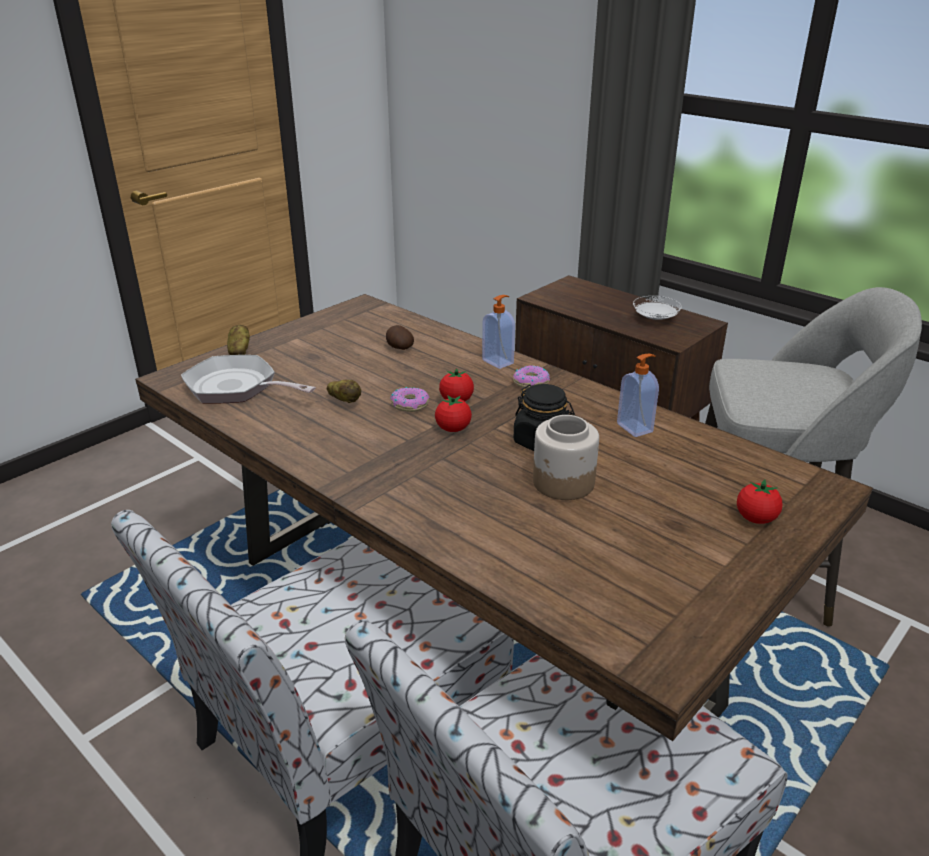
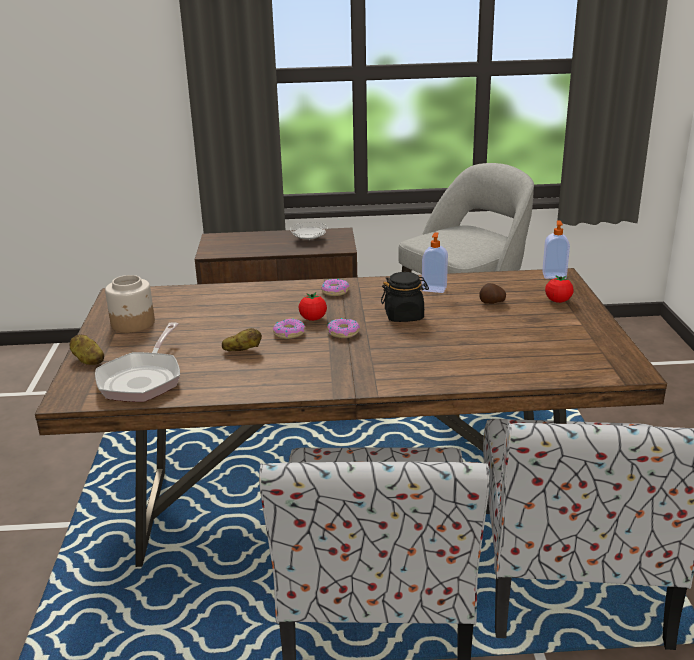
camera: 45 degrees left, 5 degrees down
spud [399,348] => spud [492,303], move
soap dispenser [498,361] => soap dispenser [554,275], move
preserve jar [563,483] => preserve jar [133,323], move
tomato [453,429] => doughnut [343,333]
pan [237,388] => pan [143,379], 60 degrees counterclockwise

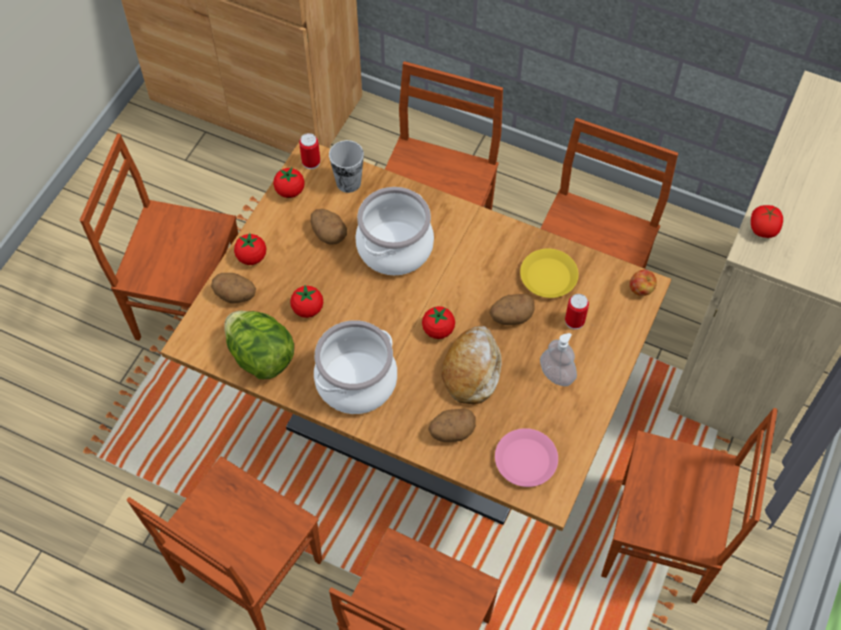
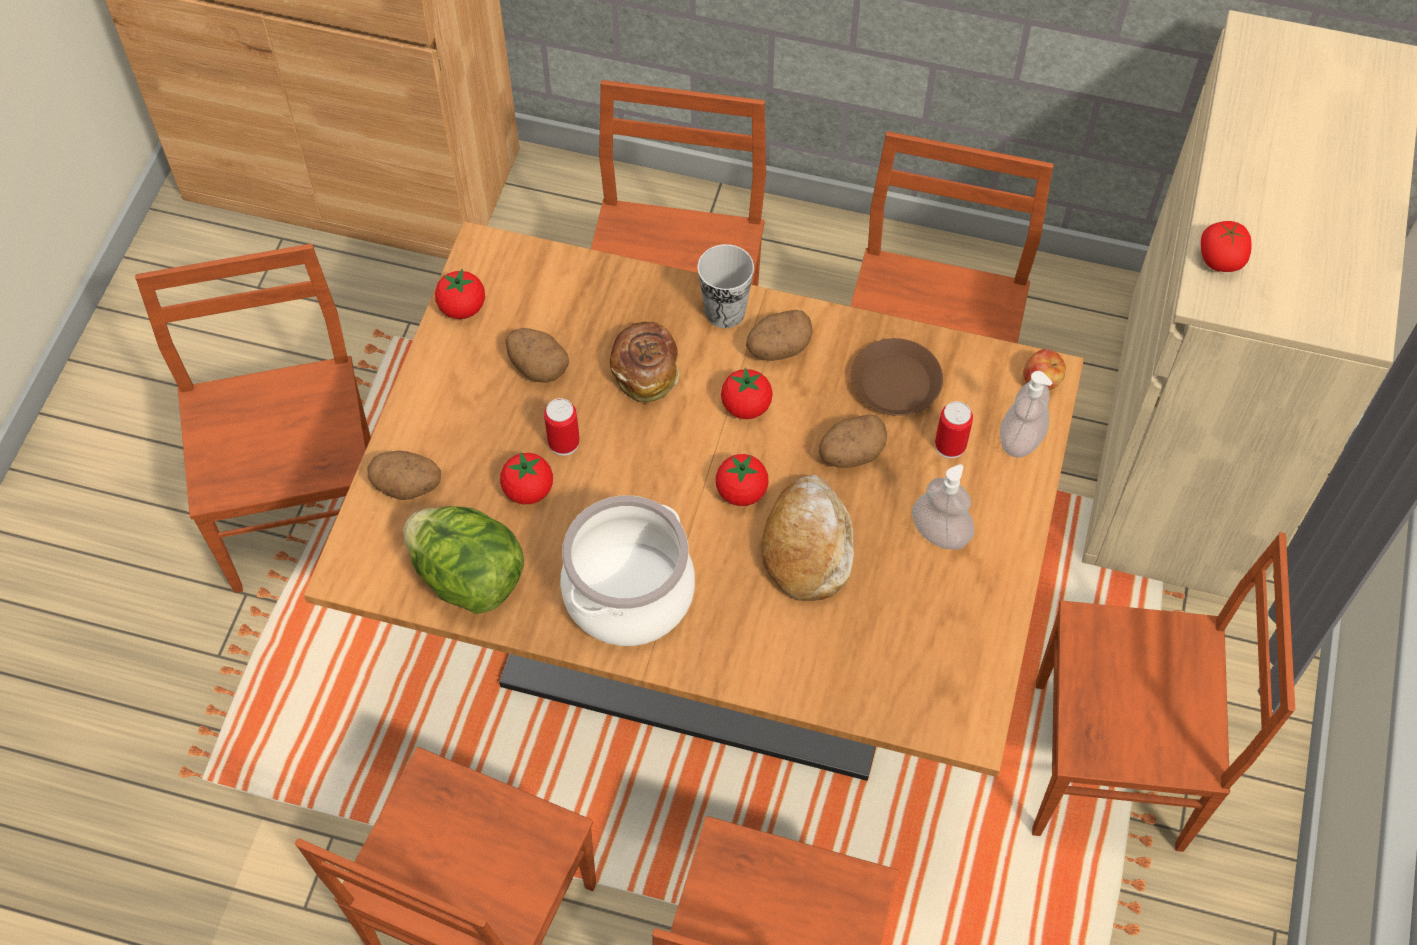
camera: 10 degrees left, 0 degrees up
pinkish plate [525,460] => nothing
nothing => soap dispenser [1021,439]
tomato [251,257] => tomato [746,406], move
sealed can [311,162] => sealed can [564,442], move
drinking cup [348,182] => drinking cup [725,311], move
spud [451,432] => spud [778,348], move
stockpot [394,247] => bakery bread [645,372]
yellowish plate [549,276] => brown plate [896,383]
brown upright chair [189,305] => brown upright chair [308,514], 75 degrees clockwise

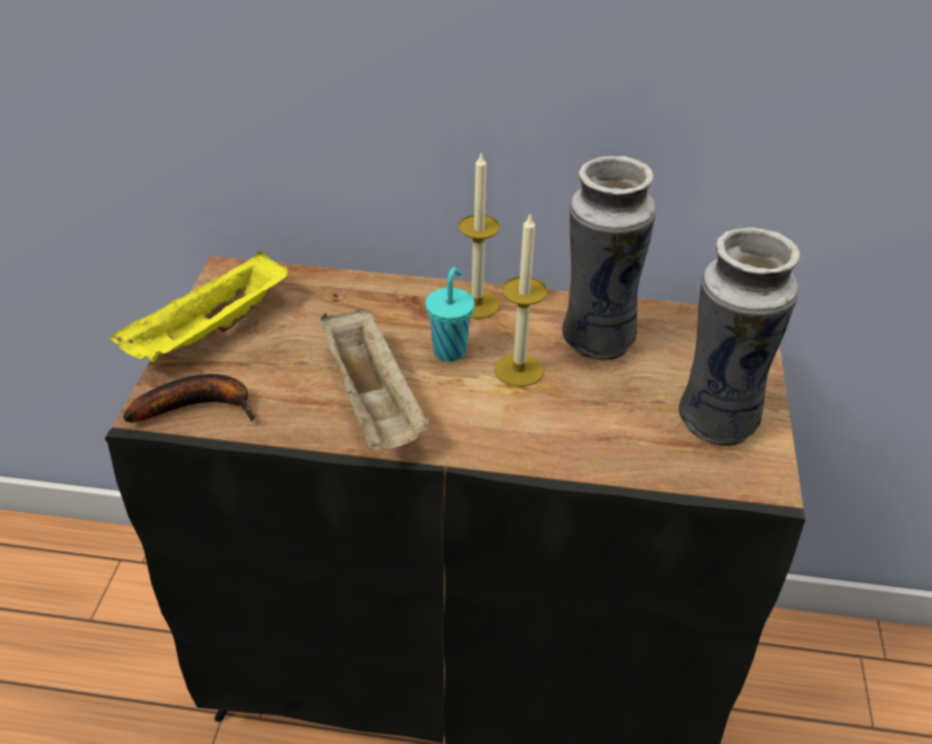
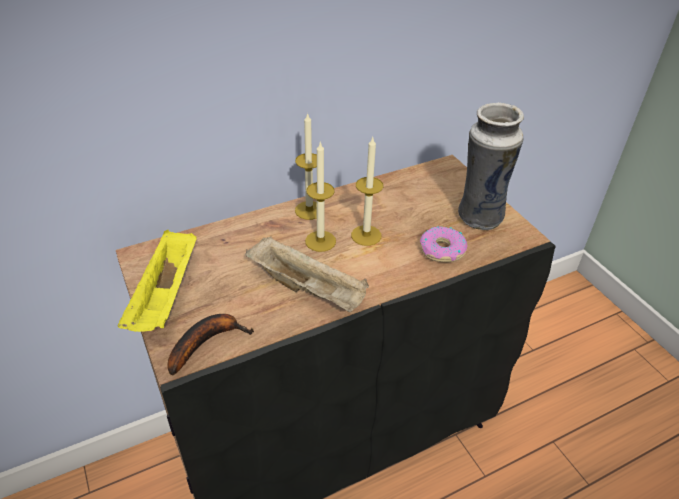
camera: 35 degrees left, 0 degrees up
vase [595,339] => nothing
nothing => doughnut [442,250]
turquoise drinking cup [450,350] => wax candle [320,241]

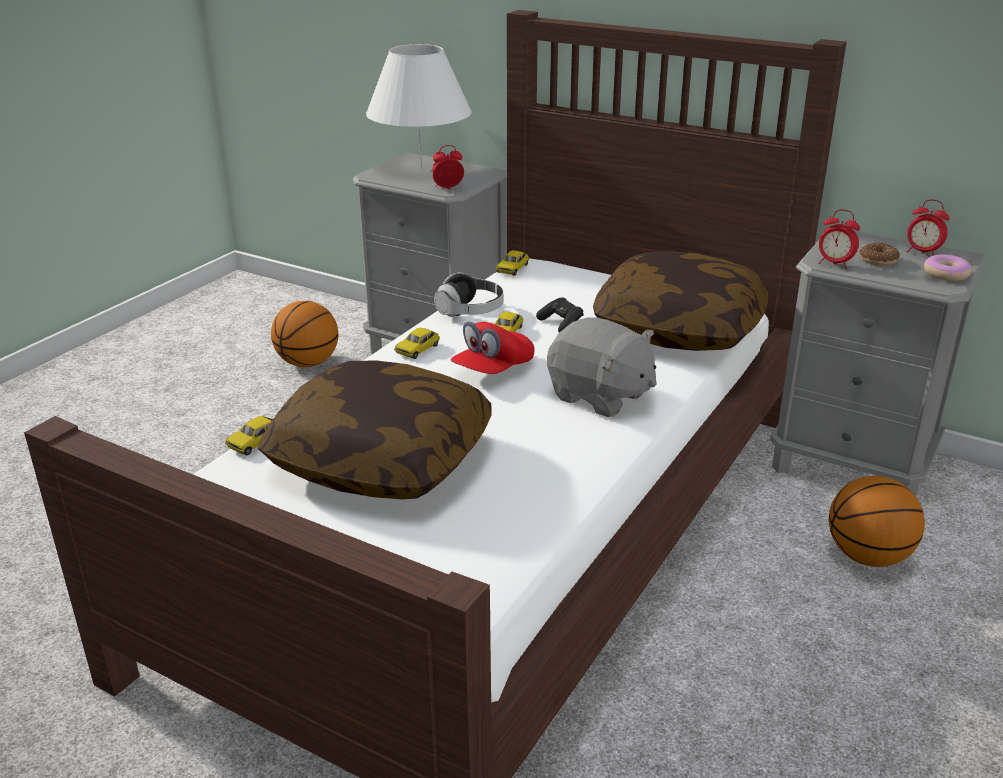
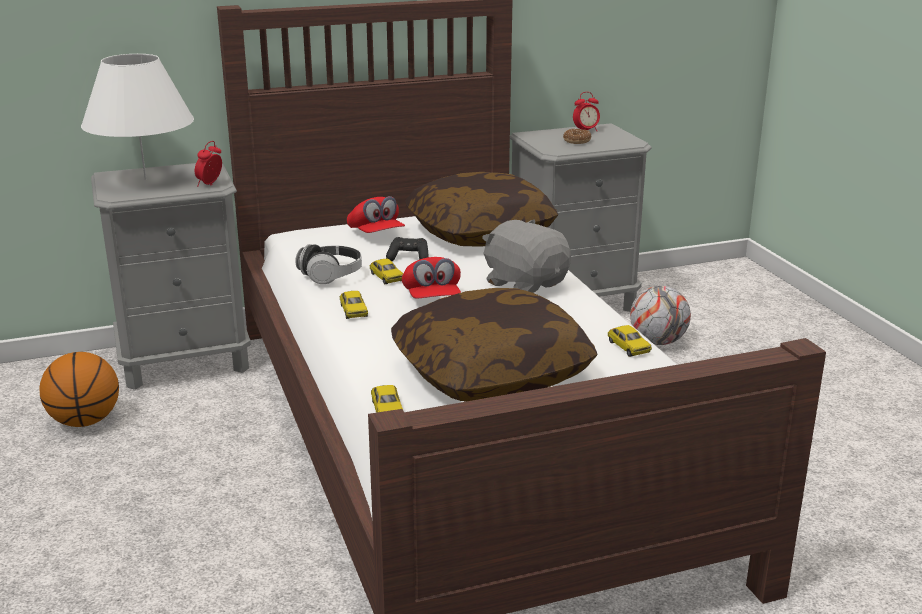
camera: 50 degrees left, 5 degrees down
table clock [834,264] => nothing
doughnut [946,274] => nothing
nothing => reddish cap [376,234]
toy car [512,268] => toy car [629,347], move
ball for basketball [867,556] => football ball [657,342]
grey soft toy [600,396] => grey soft toy [525,283], 120 degrees counterclockwise

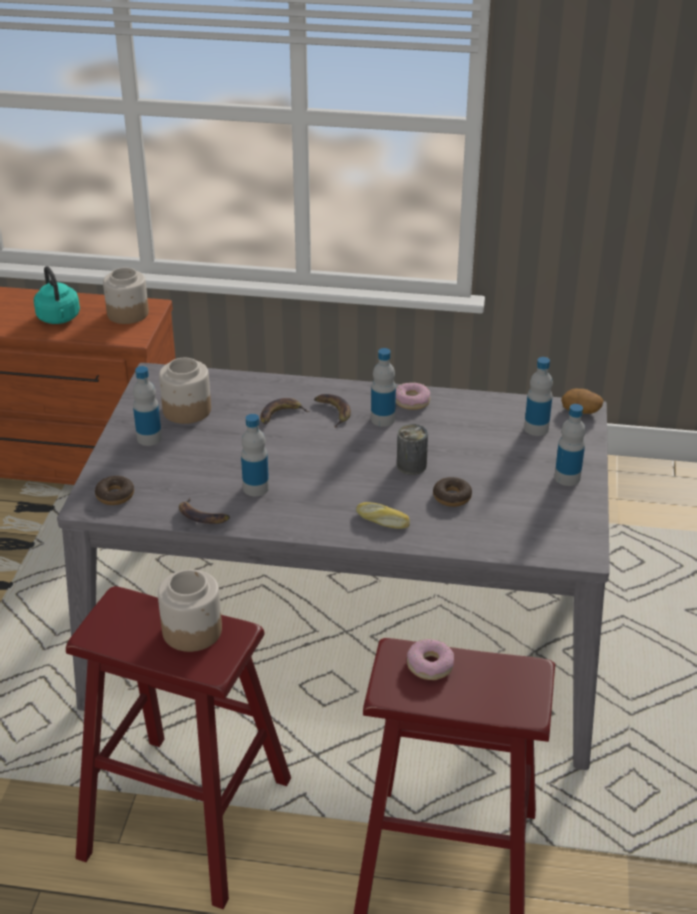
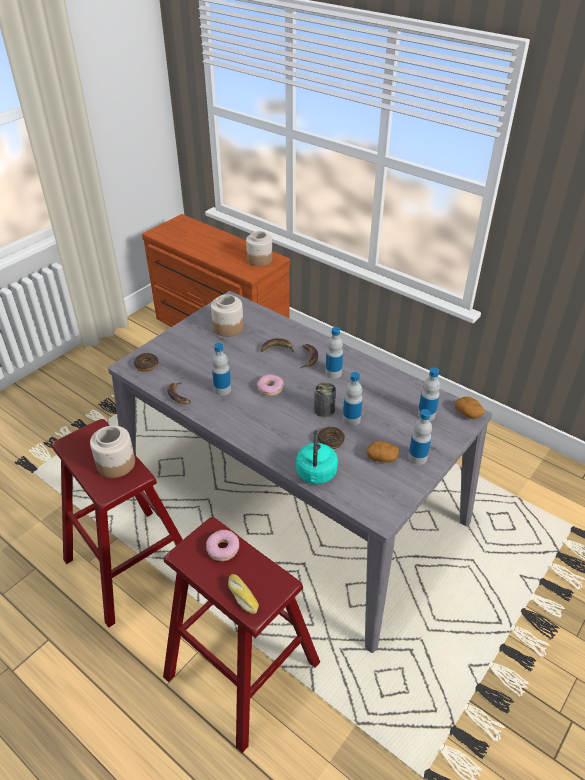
camera: 30 degrees right, 5 degrees up
nothing => spud [382,457]
turquoise tea kettle [59,319] => turquoise tea kettle [316,475], move
beverage bottle [149,438] => beverage bottle [351,419], move
bakery bread [382,521] => bakery bread [241,596], move
doughnut [412,401] => doughnut [270,388], move

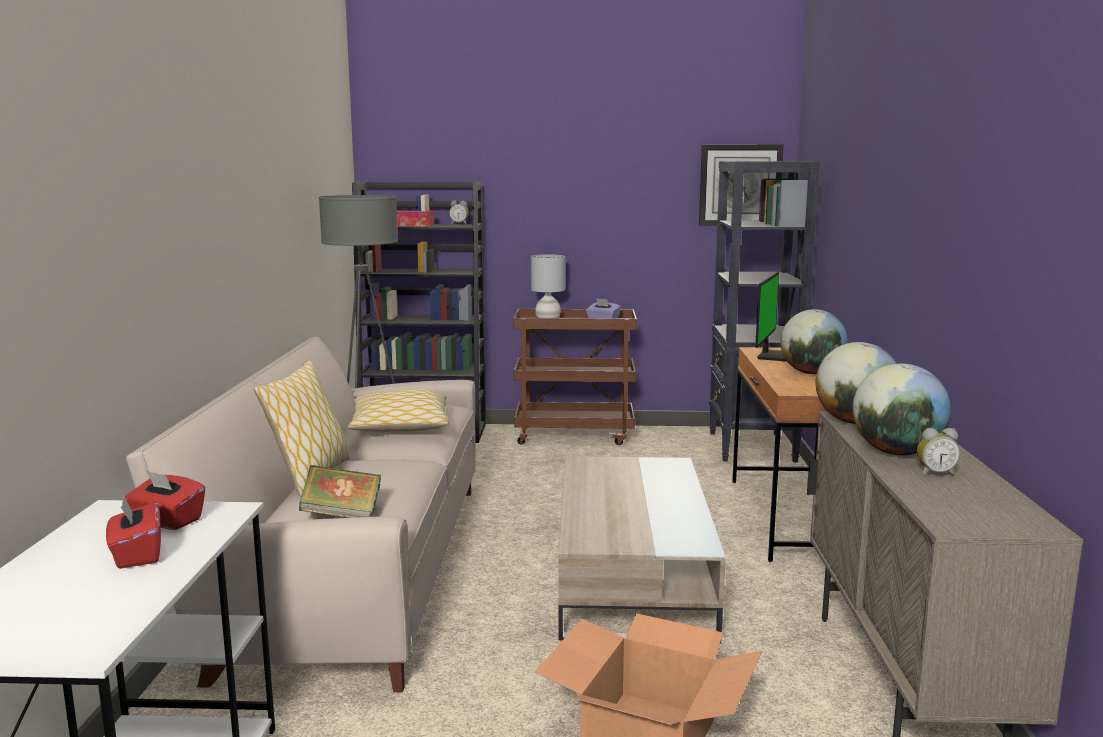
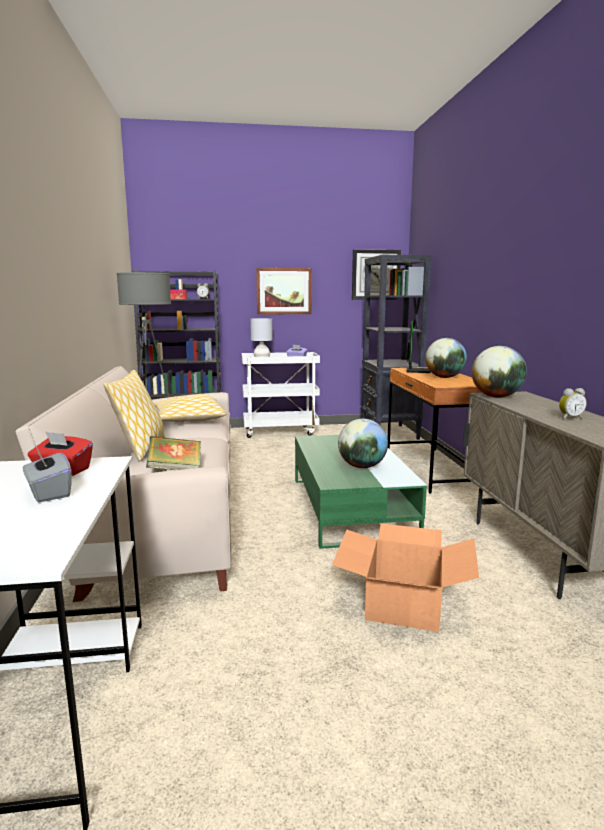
camera: 10 degrees left, 0 degrees up
nothing => picture [284,291]
desk globe [896,453] => desk globe [362,467], move
reddish box of tissues [137,555] => grey box of tissues [49,493]
brown trolley [575,435] => white-coloured trolley [280,431]
beige-coloured coffee table [632,575] => green-coloured coffee table [350,507]

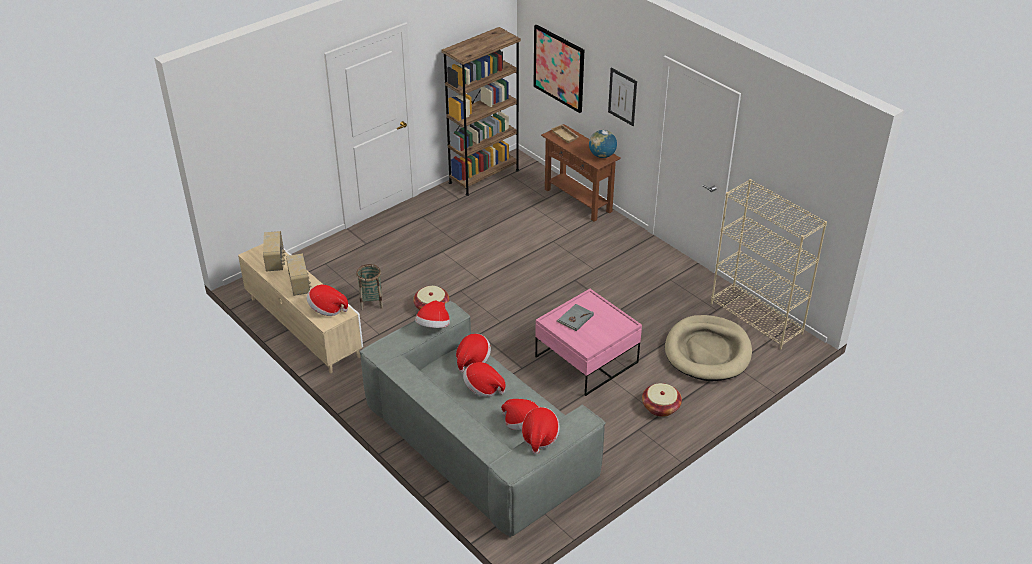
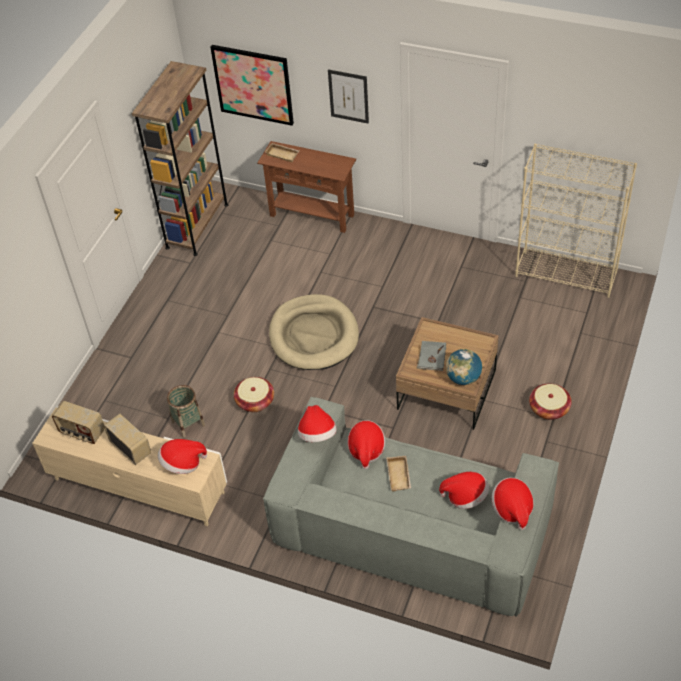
camera: 25 degrees left, 10 degrees up
desk globe [602,155] => desk globe [463,378], move
beige-coloured dog bed [707,351] => beige-coloured dog bed [313,335], move
hat [483,388] => beige-coloured tray [399,476]
pinkish coffee table [586,360] => brown coffee table [446,390]
radio [275,262] => radio [82,432], 150 degrees clockwise

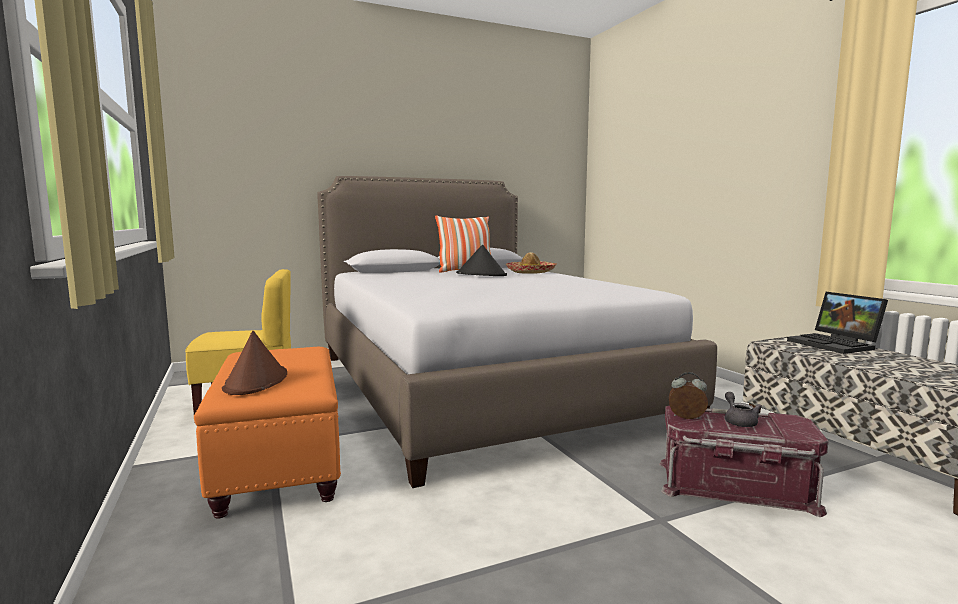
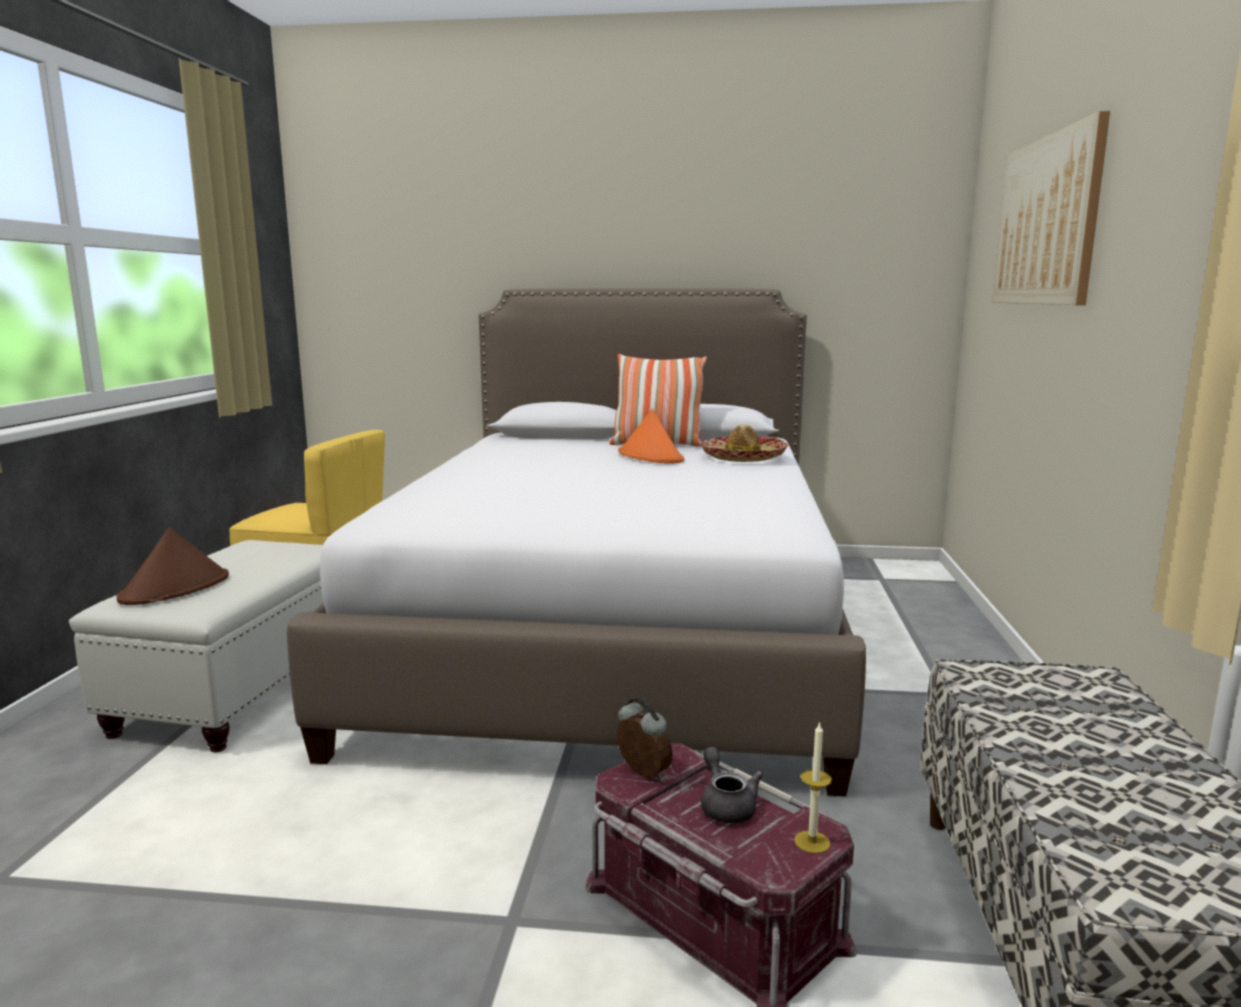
camera: 30 degrees right, 5 degrees up
portable computer [836,344] => nothing
nothing => wax candle [812,842]
nothing => picture [1046,221]
orangey pouffe [280,463] => white-coloured pouffe [242,688]
black hat [481,274] => orangey hat [650,456]
grey teapot [739,421] => grey teapot [726,805], 45 degrees counterclockwise

